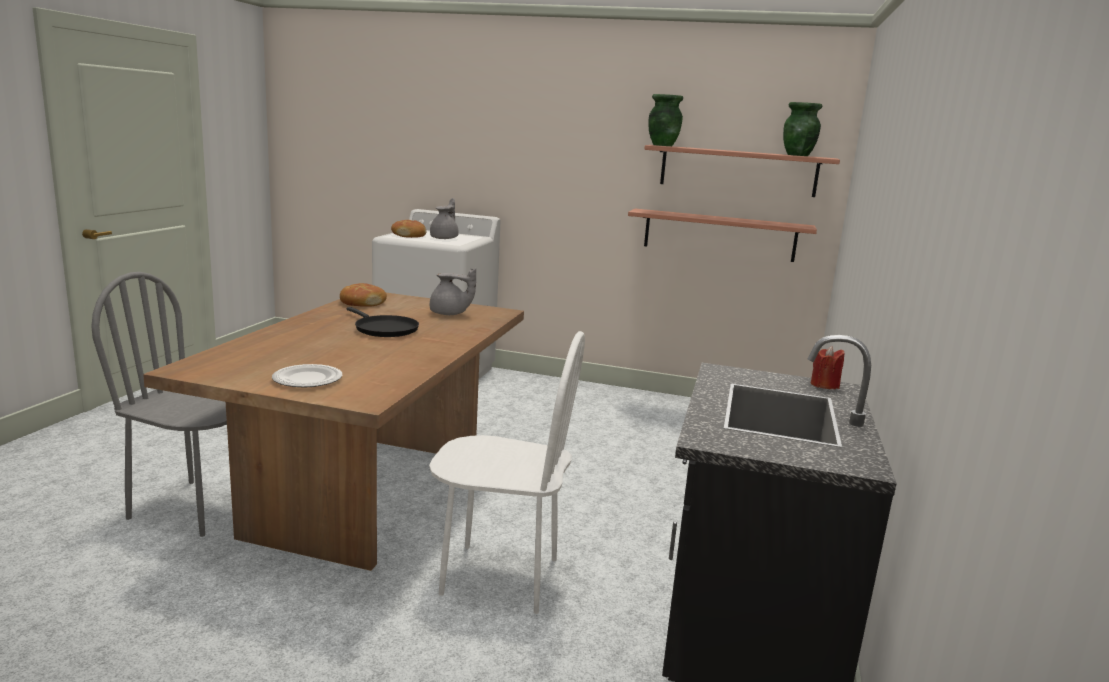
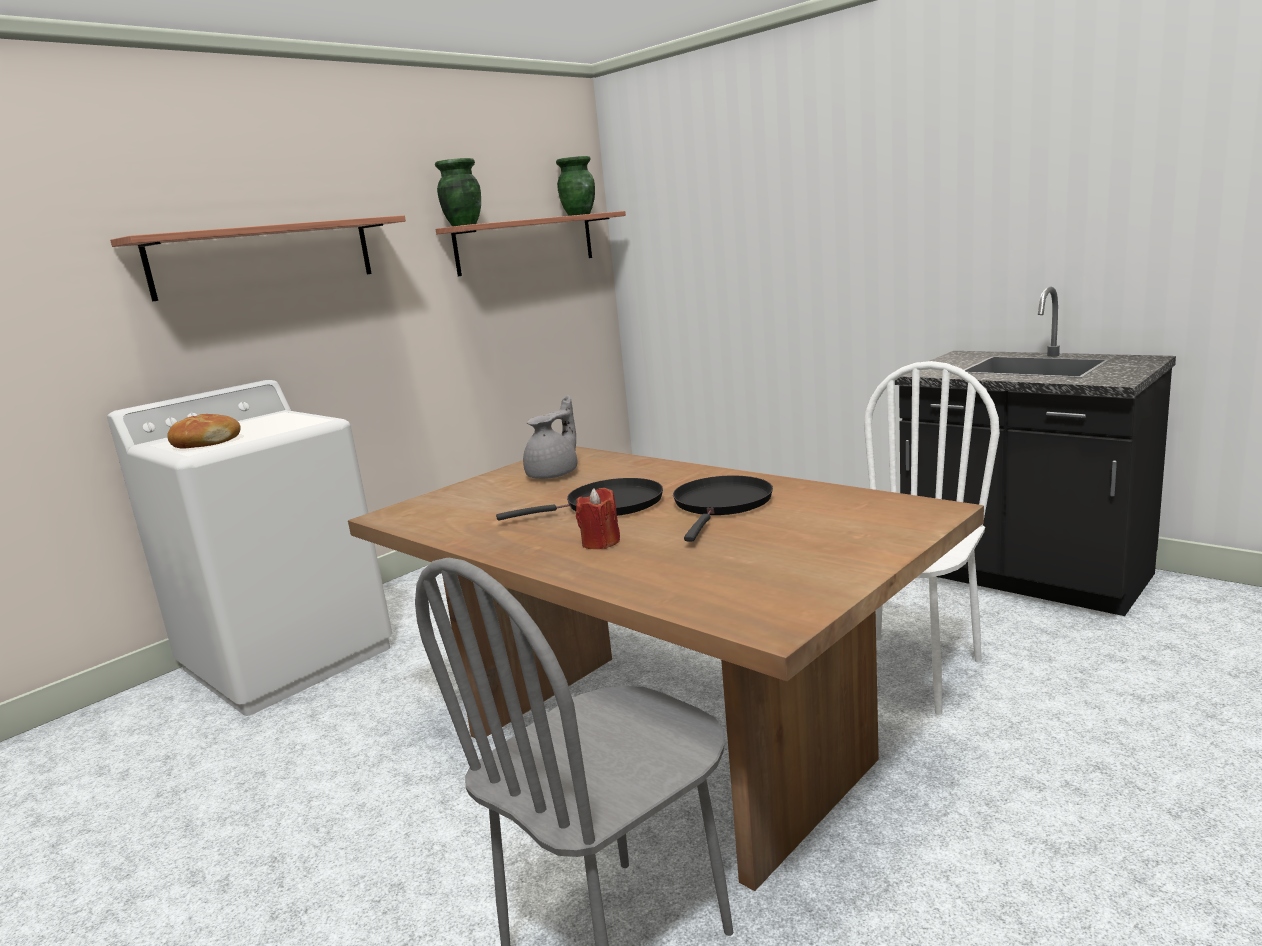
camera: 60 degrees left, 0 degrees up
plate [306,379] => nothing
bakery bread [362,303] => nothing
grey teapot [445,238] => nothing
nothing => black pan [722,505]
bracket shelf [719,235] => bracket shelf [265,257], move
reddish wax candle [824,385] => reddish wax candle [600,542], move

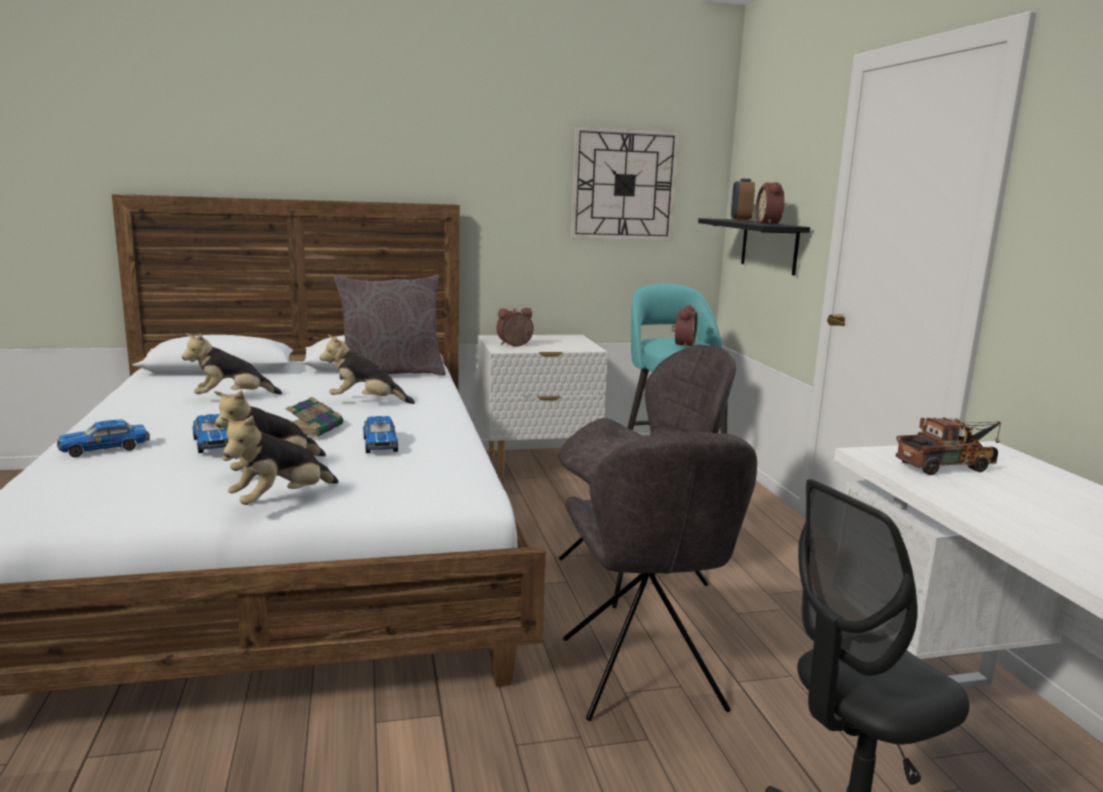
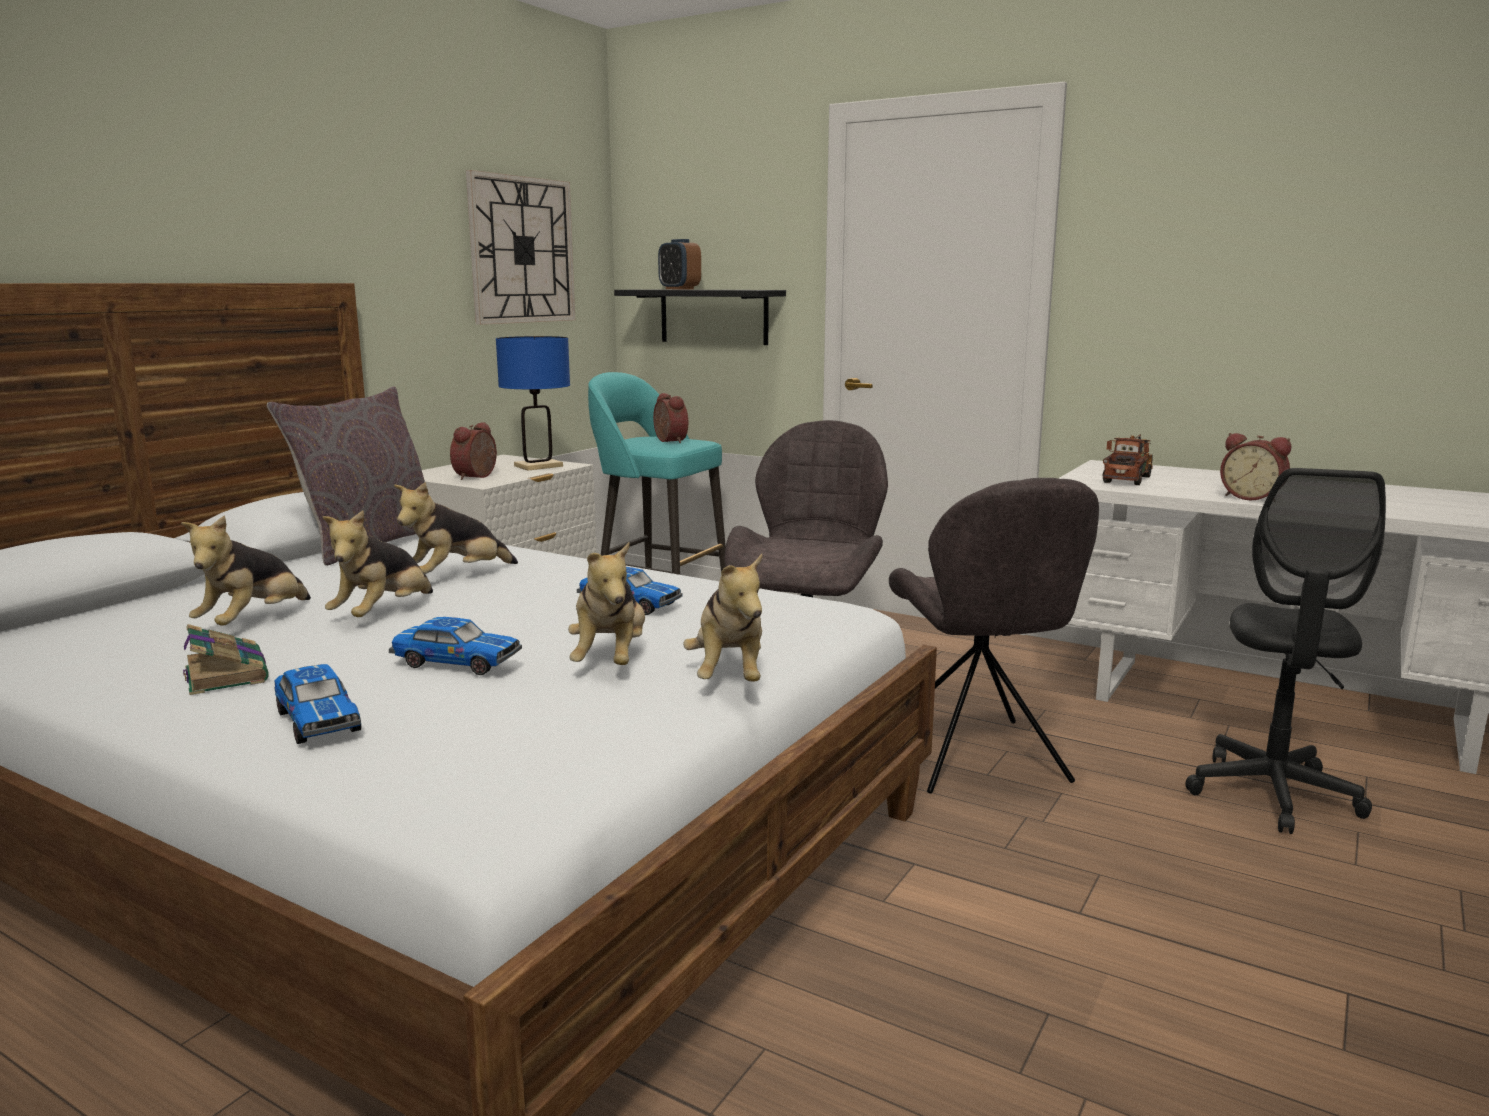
camera: 45 degrees left, 0 degrees up
nothing => soft toy [383,615]
nothing => blue-coloured lamp for a table [538,466]
volume [315,428] => volume [226,674], move
table clock [770,224] => table clock [1252,497], move
toy car [105,448] => toy car [317,720], 45 degrees counterclockwise
grey upright chair [642,678] => grey upright chair [976,759], 45 degrees clockwise

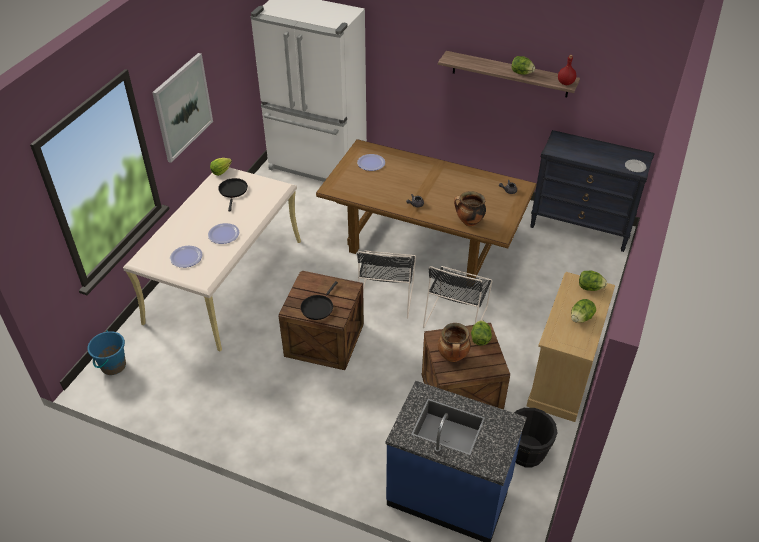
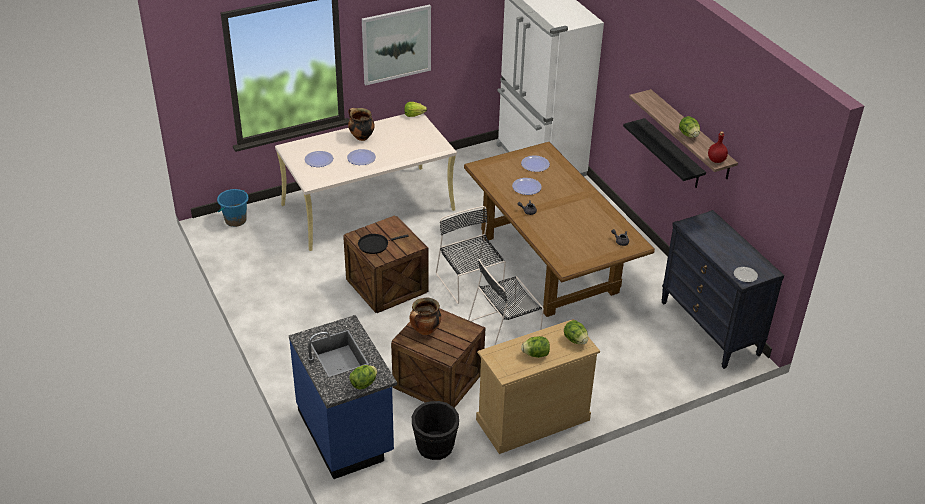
camera: 40 degrees right, 5 degrees down
black pan [233,191] => nothing
nothing => plate [526,187]
nothing => black bracket shelf [672,154]
stockpot [469,222] => stockpot [361,137], move
lettuce [480,339] => lettuce [363,384], move
black upright chair [386,296] => black upright chair [470,283], 105 degrees clockwise

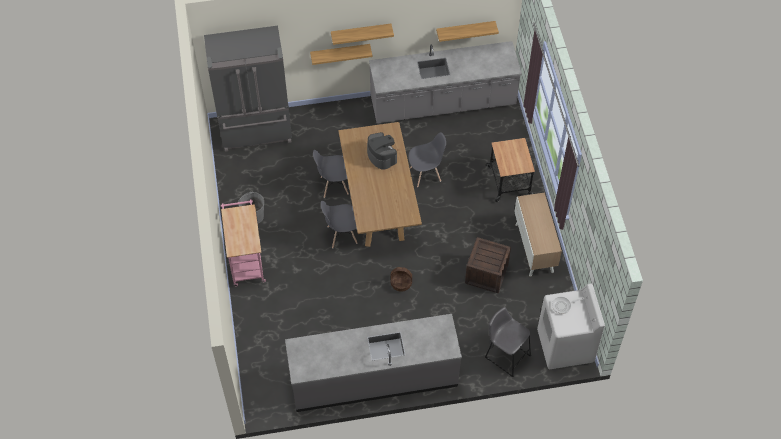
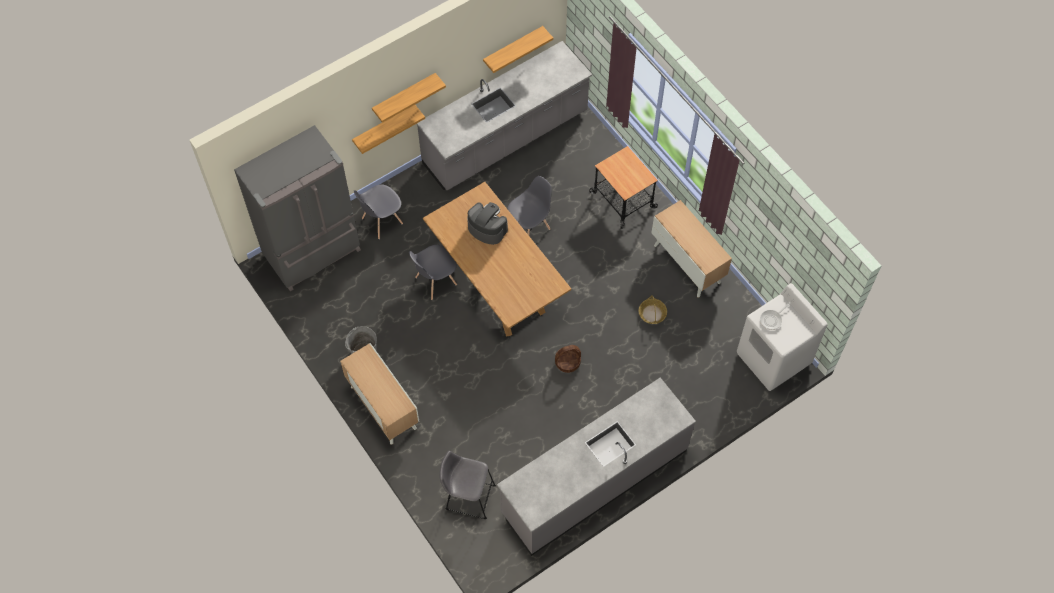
camera: 25 degrees left, 5 degrees up
grey upright chair [342,235] => grey upright chair [382,221], move
grey sitting stool [505,355] => grey sitting stool [467,496], move
pinkish trolley [246,259] => cupboard [382,407]
packing crate [486,274] => basket [652,314]

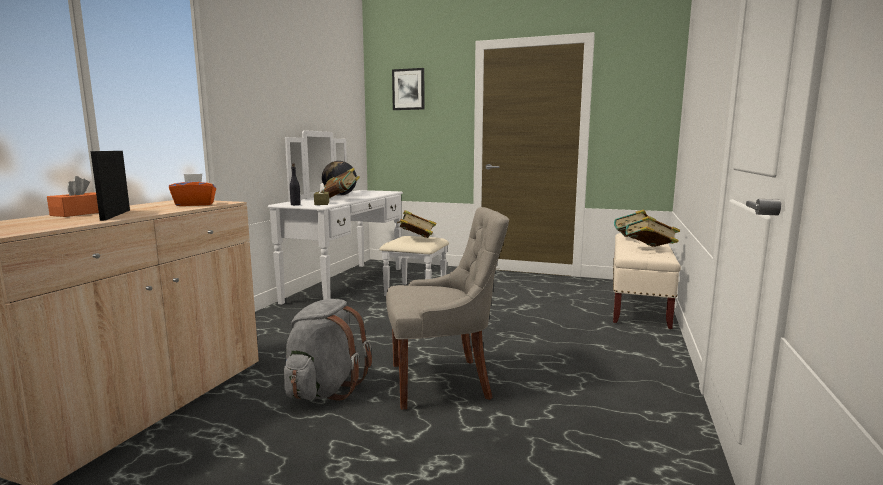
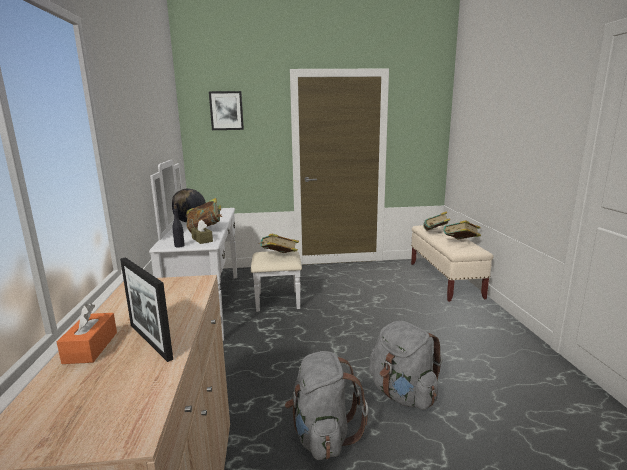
camera: 25 degrees left, 5 degrees up
orangey box of tissues [195,204] => nothing
grey upright chair [443,381] => grey knapsack [402,394]

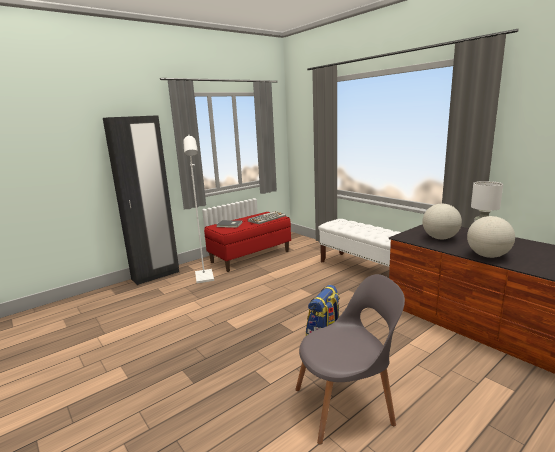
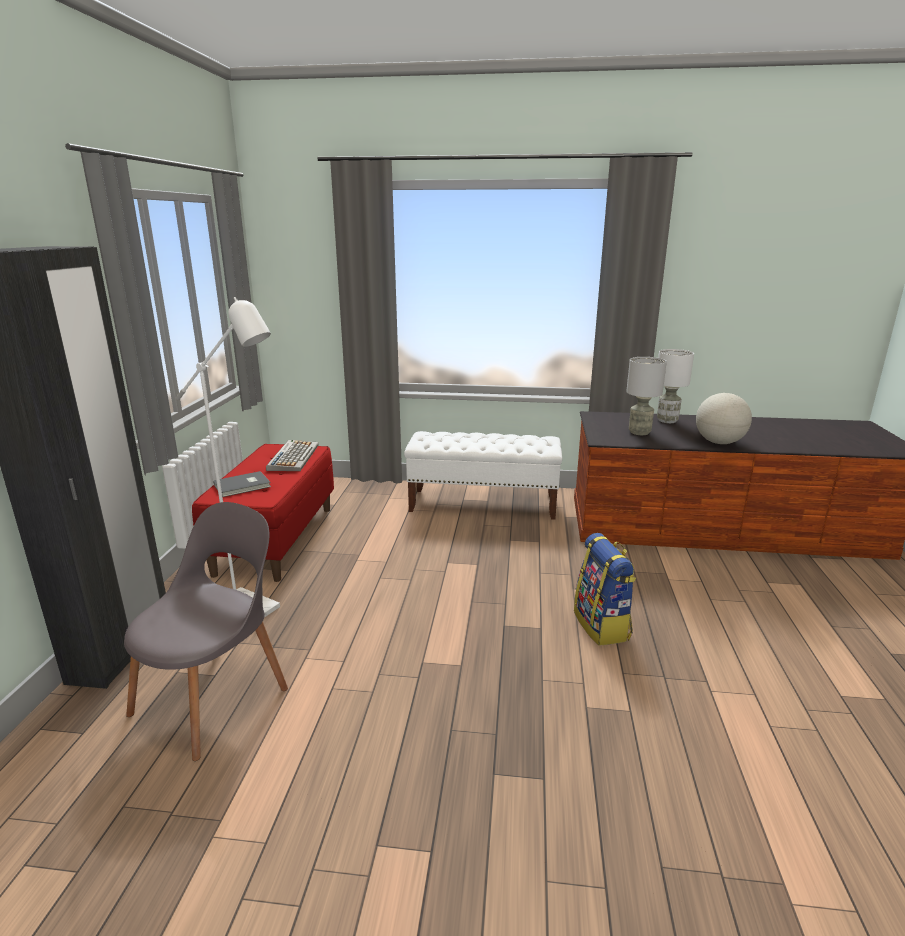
camera: 45 degrees left, 5 degrees up
grey upright chair [347,405] => grey upright chair [215,697], move
desk globe [440,238] => grey lamp for a table [639,432]

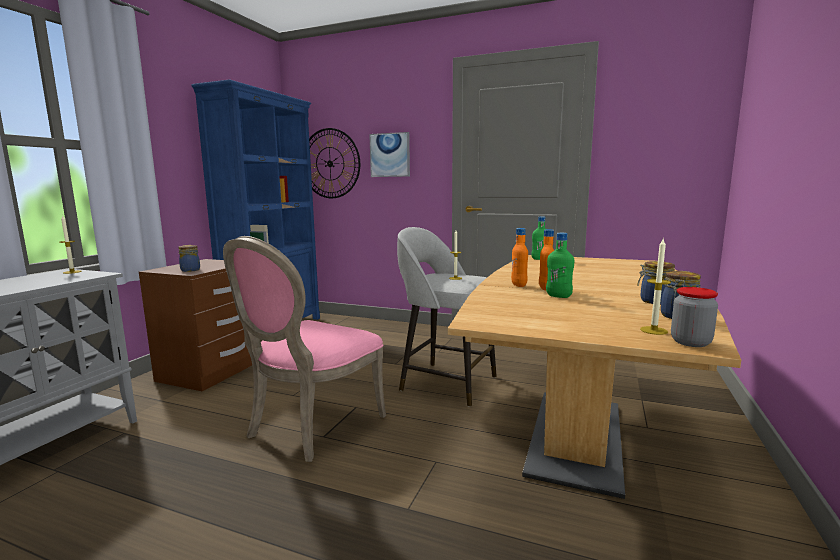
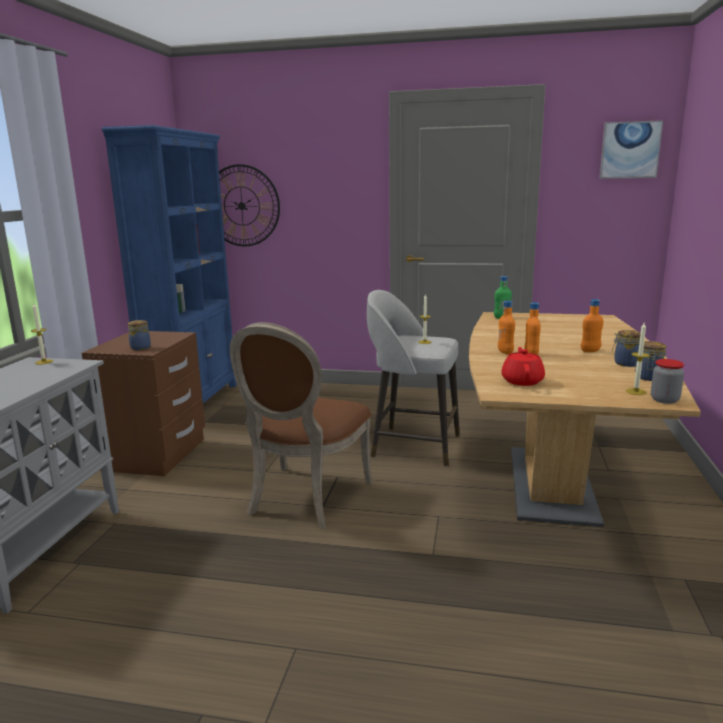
camera: 10 degrees left, 5 degrees up
green-coloured beverage bottle [558,296] => nothing
nothing => reddish teapot [522,381]
nothing => orangey beverage bottle [590,351]
picture [390,155] => picture [630,150], move
pinkish upright chair [310,427] => brown upright chair [304,499]

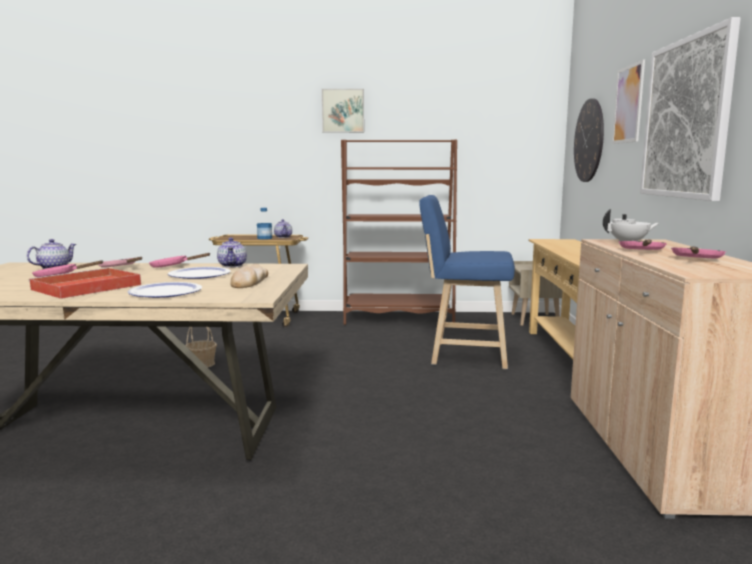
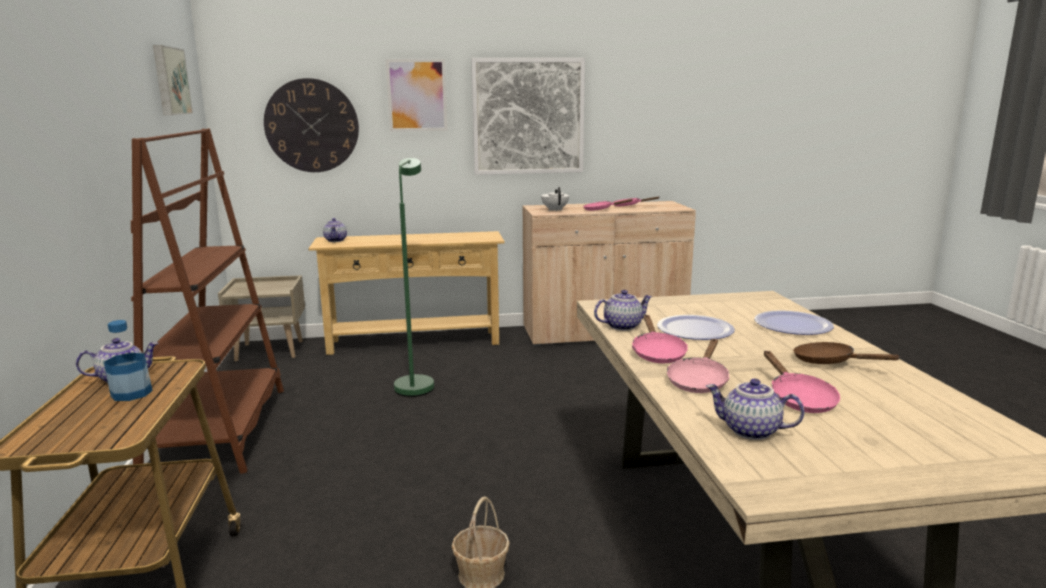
camera: 100 degrees left, 5 degrees up
bakery bread [249,281] => nothing
nothing => teapot [336,240]
picture [343,111] => picture [169,81], move
reddish tray [85,287] => brown pan [829,362]
blue-coloured sitting stool [464,355] => green-coloured floor lamp [416,383]

